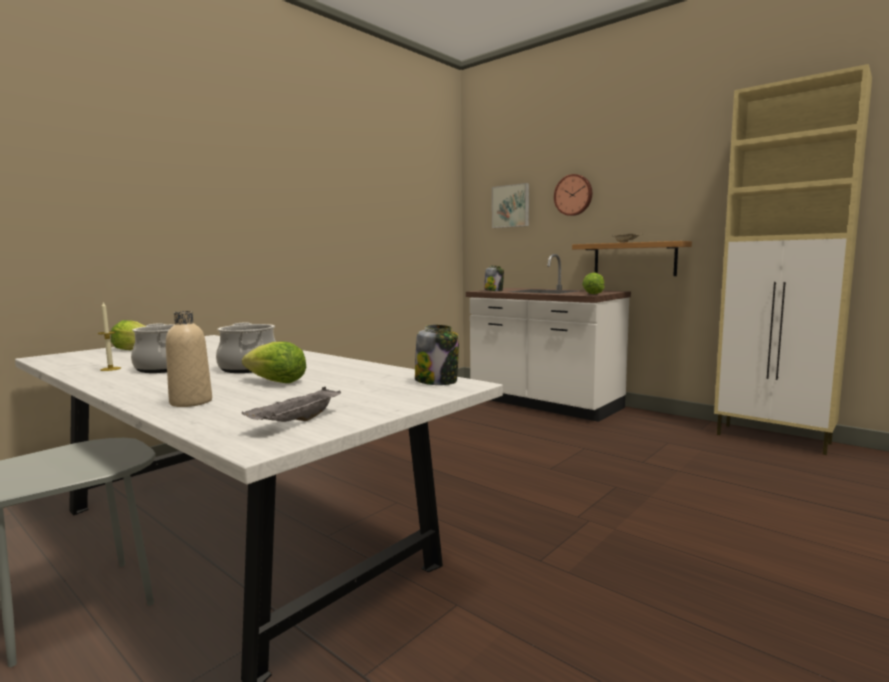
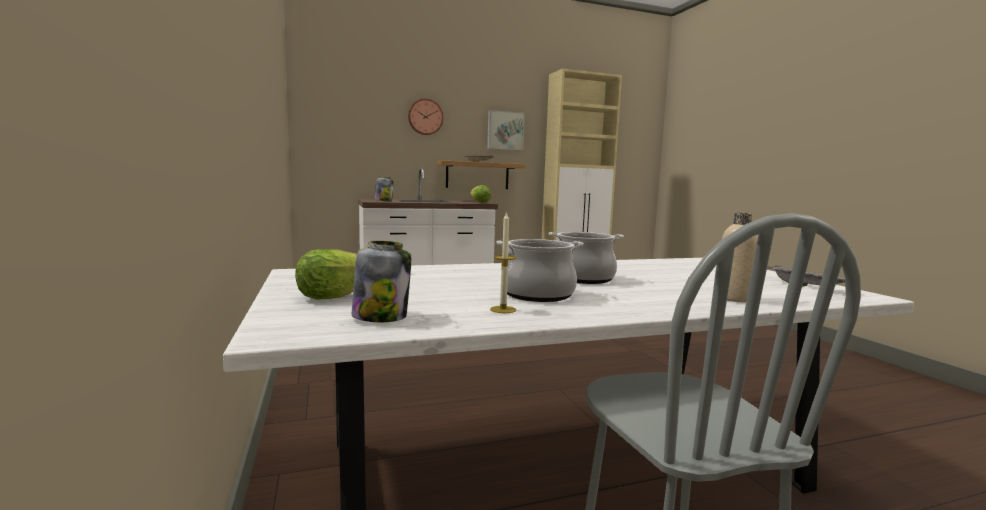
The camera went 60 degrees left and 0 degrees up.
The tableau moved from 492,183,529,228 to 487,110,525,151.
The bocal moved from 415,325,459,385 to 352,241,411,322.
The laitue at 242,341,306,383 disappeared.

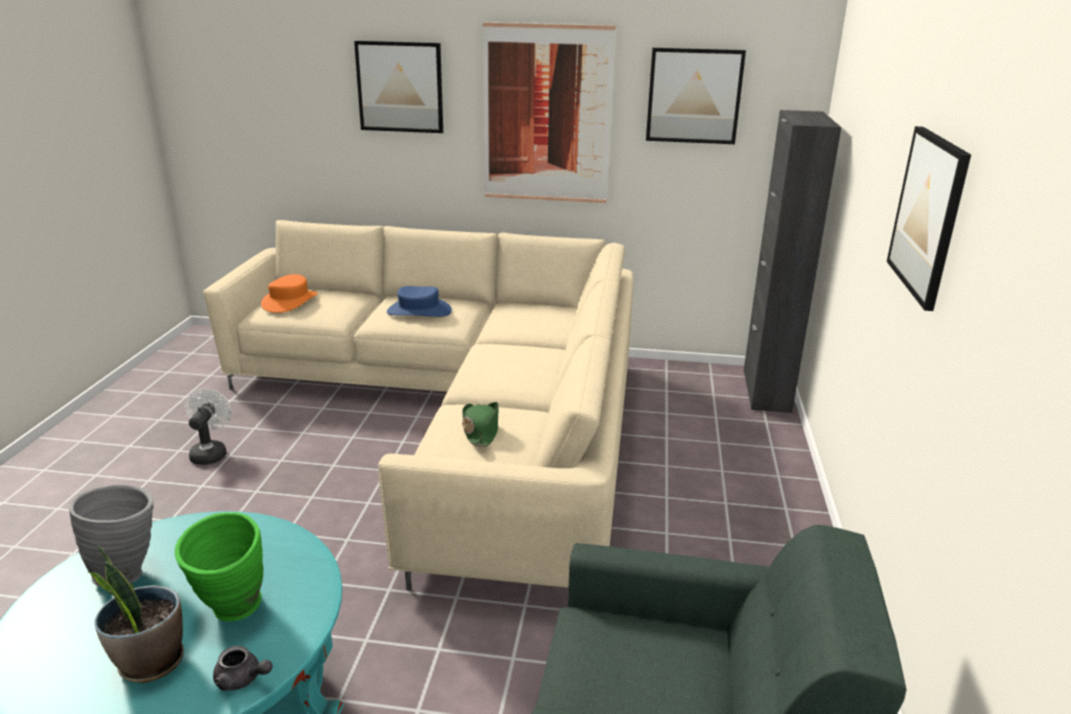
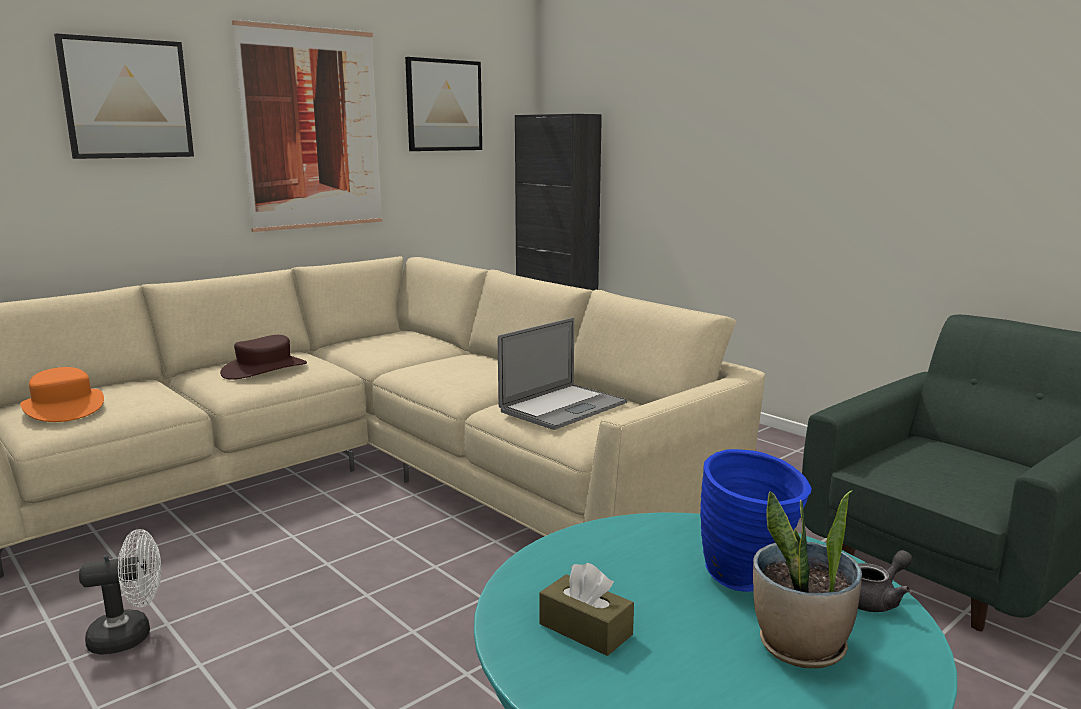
The camera went 50 degrees left and 10 degrees down.
The tableau at 887,126,971,311 disappeared.
The chapeau (bleu) at 387,286,452,317 became the chapeau (marron) at 220,335,307,380.
The ventilateur (blanc) at 185,388,232,465 turned 120 degrees clockwise.
The chapeau (vert) at 462,402,499,447 was replaced by the ordinateur portable at 498,318,627,430.
The vase (gris) at 69,485,154,587 was replaced by the boîte à mouchoirs (marron) at 539,563,634,656.
The vase (vert) at 175,512,263,621 became the vase (bleu) at 700,449,812,592.

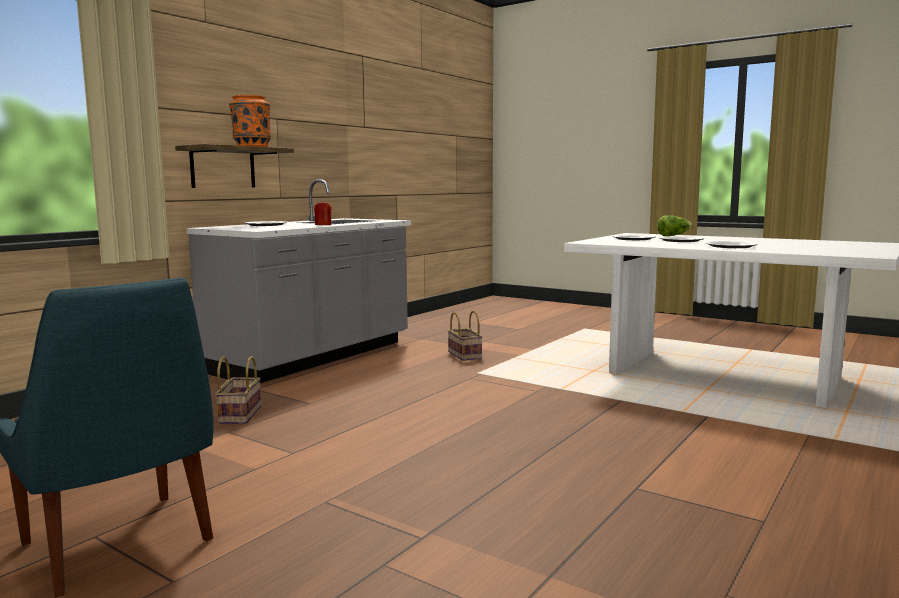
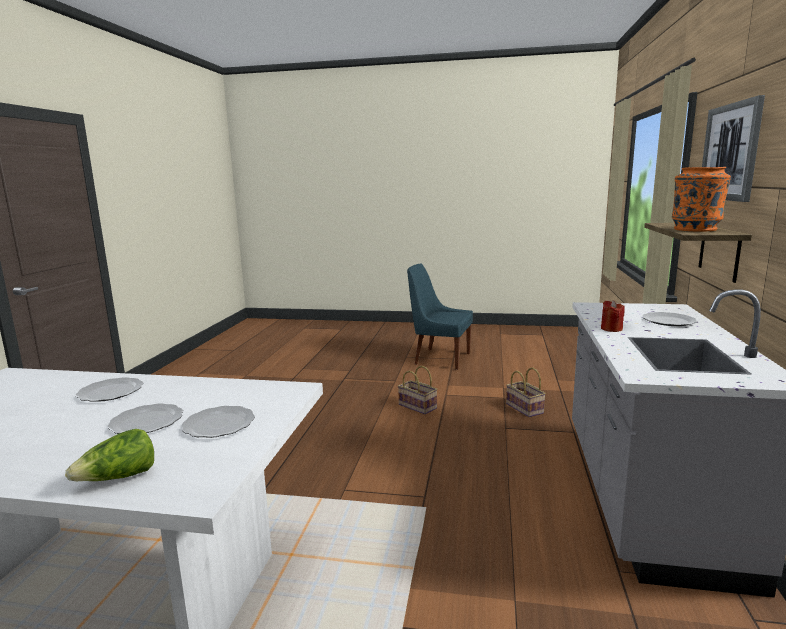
The camera went 155 degrees right and 5 degrees up.
The panier moved from 448,311,483,361 to 398,366,437,414.
The tableau at 702,95,765,202 appeared.

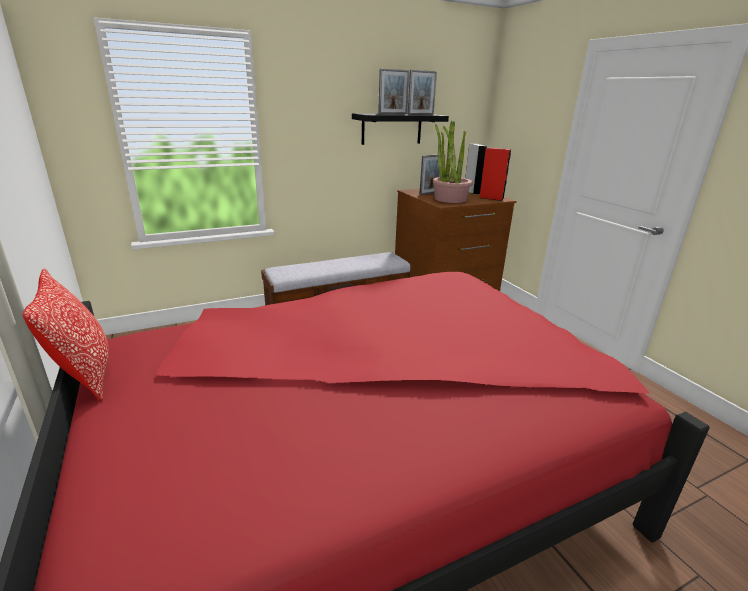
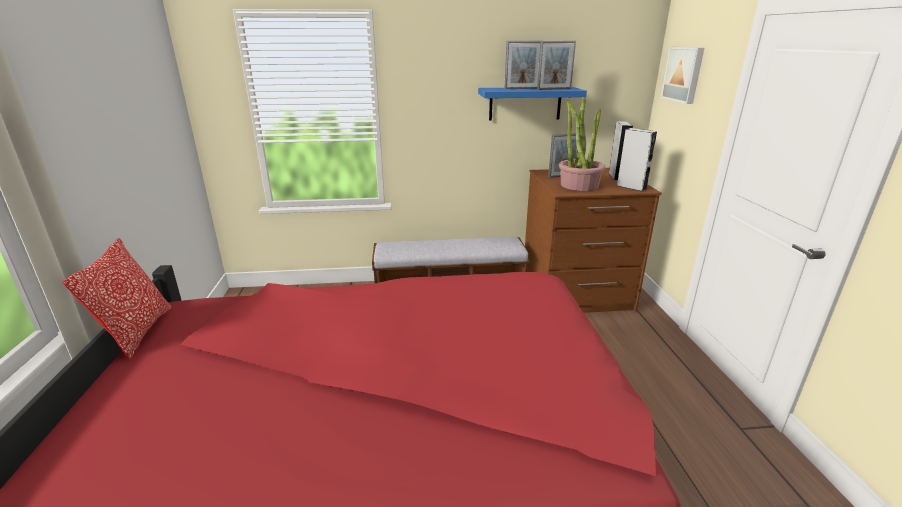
The camera went 20 degrees right and 0 degrees up.
The étagère (noir) at 352,113,449,145 became the étagère (bleu) at 478,87,587,121.
The enceinte (rouge) at 479,147,511,201 became the enceinte (gris) at 617,128,657,192.
The tableau at 661,47,704,104 appeared.

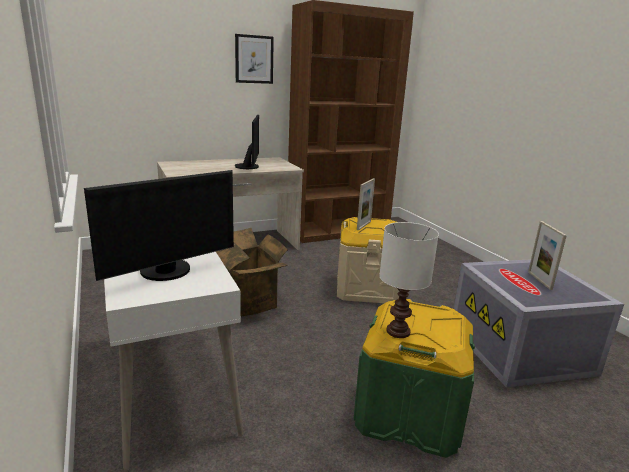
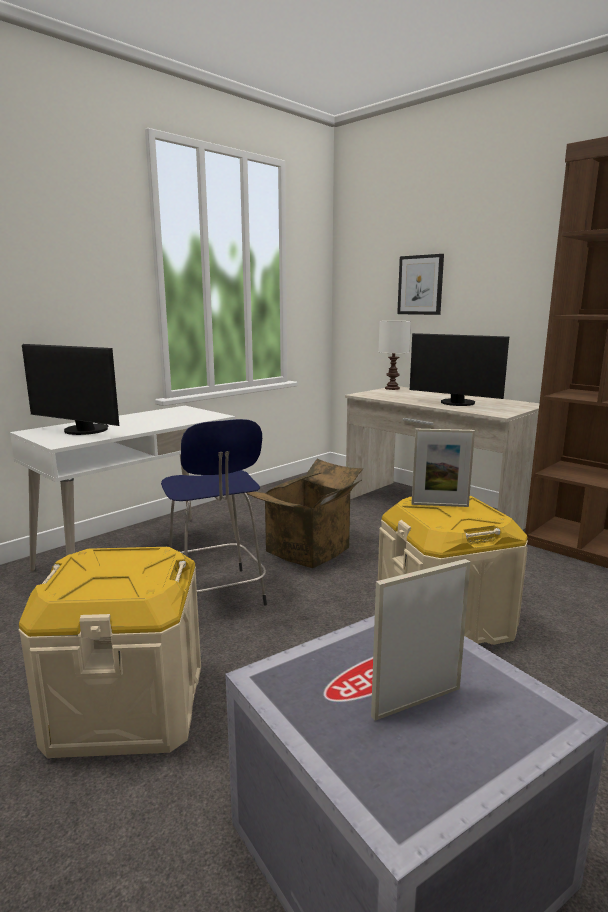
The camera went 70 degrees right and 5 degrees down.
The tableau moved from 235,34,274,84 to 397,254,444,315.
The écran d'ordinateur at 235,114,259,169 turned 60 degrees clockwise.
The lampe de table (blanc) moved from 379,222,439,338 to 379,321,411,390.
The boîte de rangement (vert) at 353,299,475,458 became the boîte de rangement (beige) at 19,547,201,758.
The tabouret (bleu) at 161,419,267,606 appeared.

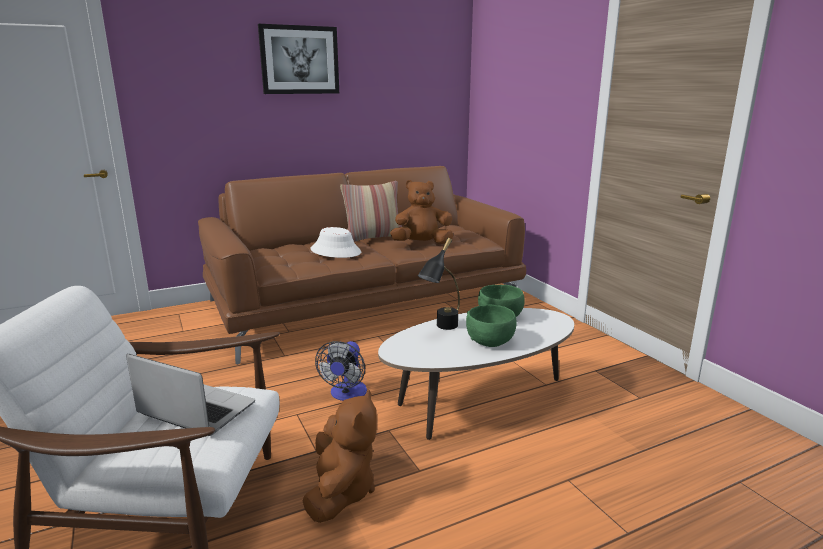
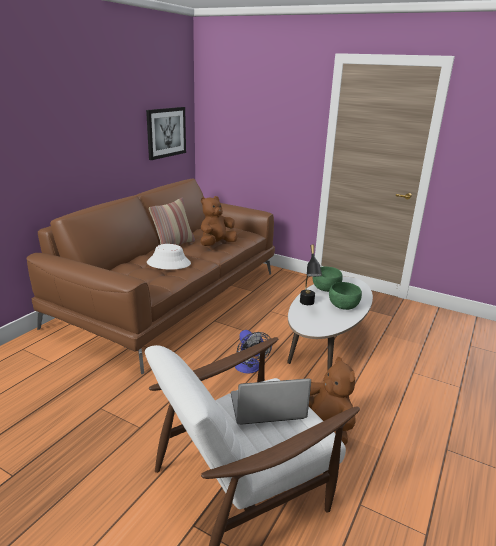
The camera went 35 degrees left and 5 degrees up.
The tableau moved from 258,24,339,94 to 146,107,186,160.

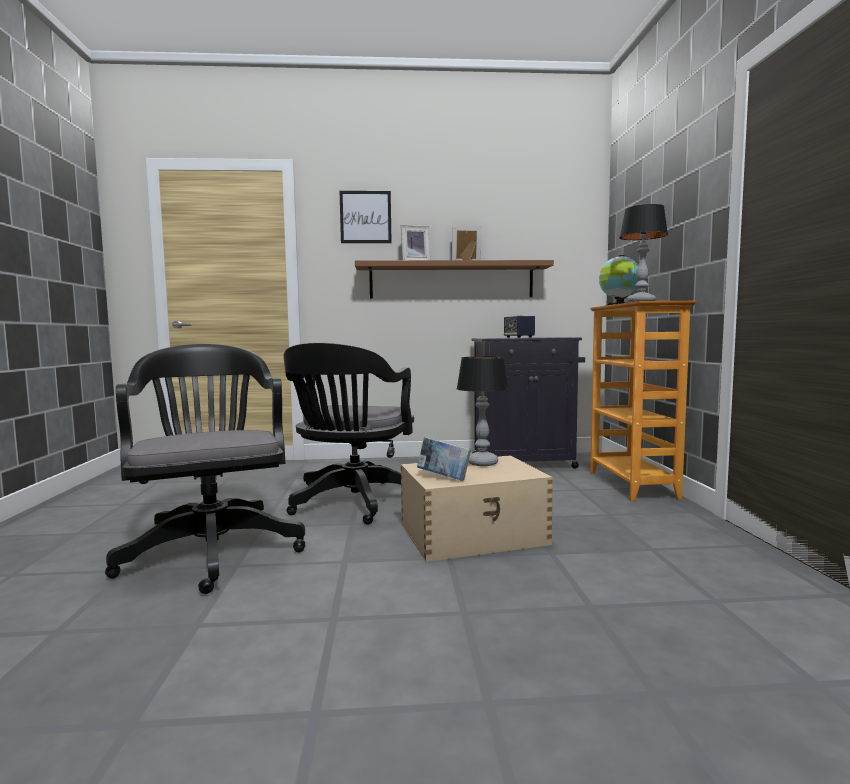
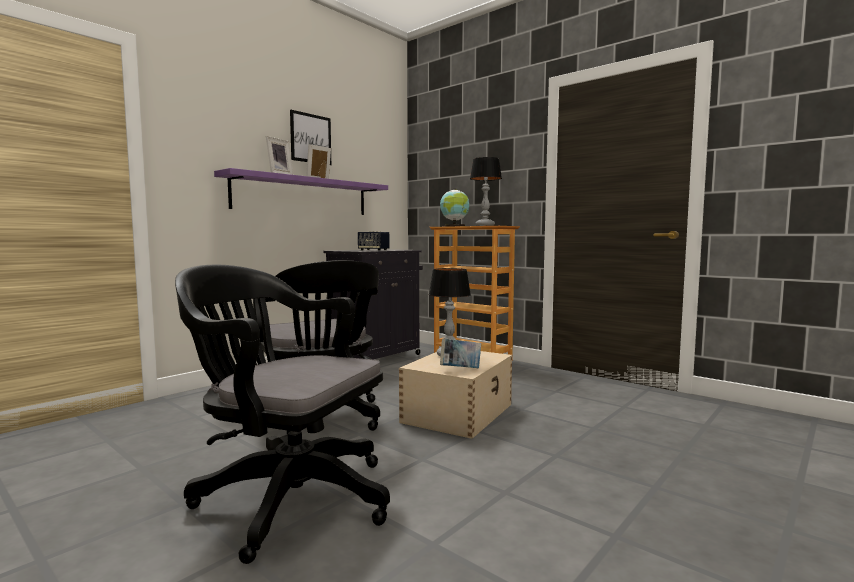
The camera went 45 degrees left and 0 degrees up.
The tableau moved from 340,191,392,243 to 290,110,331,165.
The étagère (marron) at 355,260,554,299 became the étagère (violet) at 214,168,388,215.

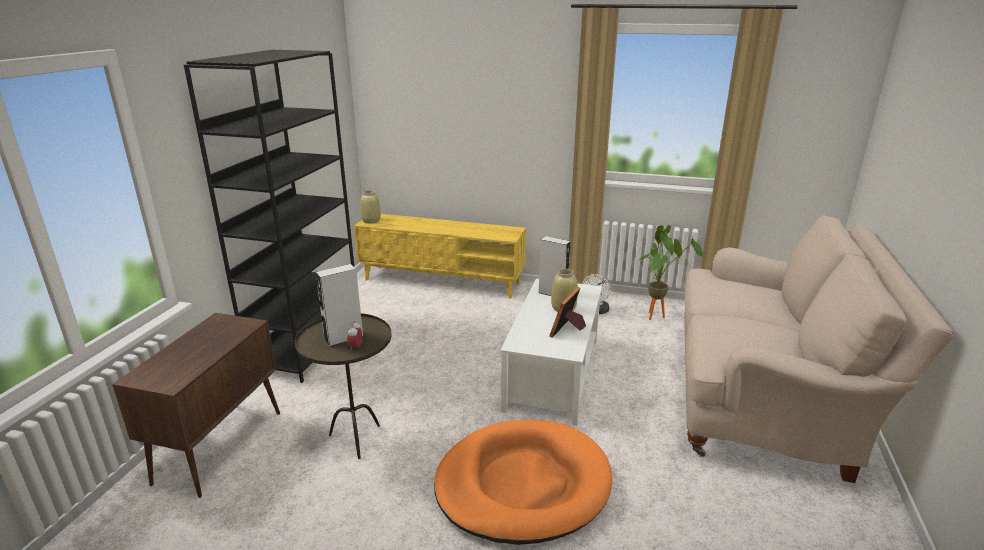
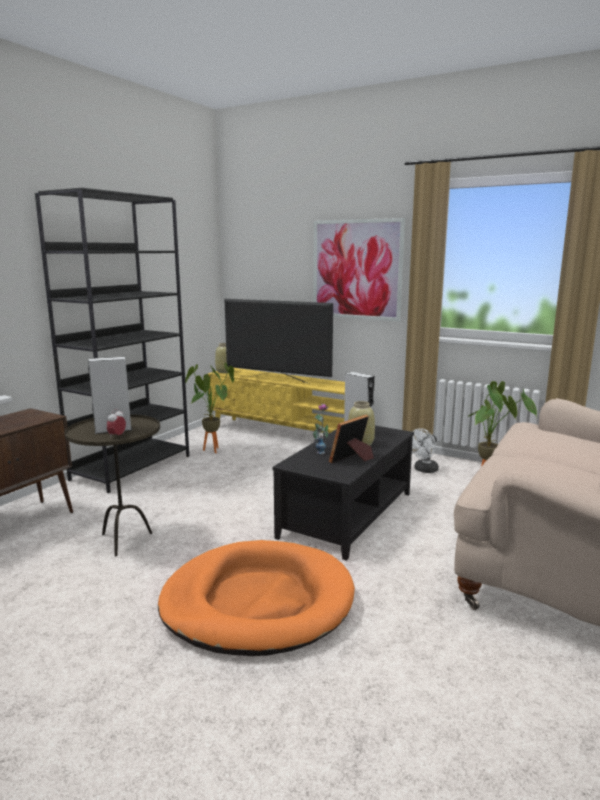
The camera went 15 degrees right and 10 degrees down.
The table basse (blanc) at 501,279,602,425 became the table basse (noir) at 272,426,414,561.
The tableau at 313,218,405,321 appeared.
The téléviseur at 224,299,333,384 appeared.
The plante en pot at 185,363,235,453 appeared.
The vase at 313,404,329,454 appeared.

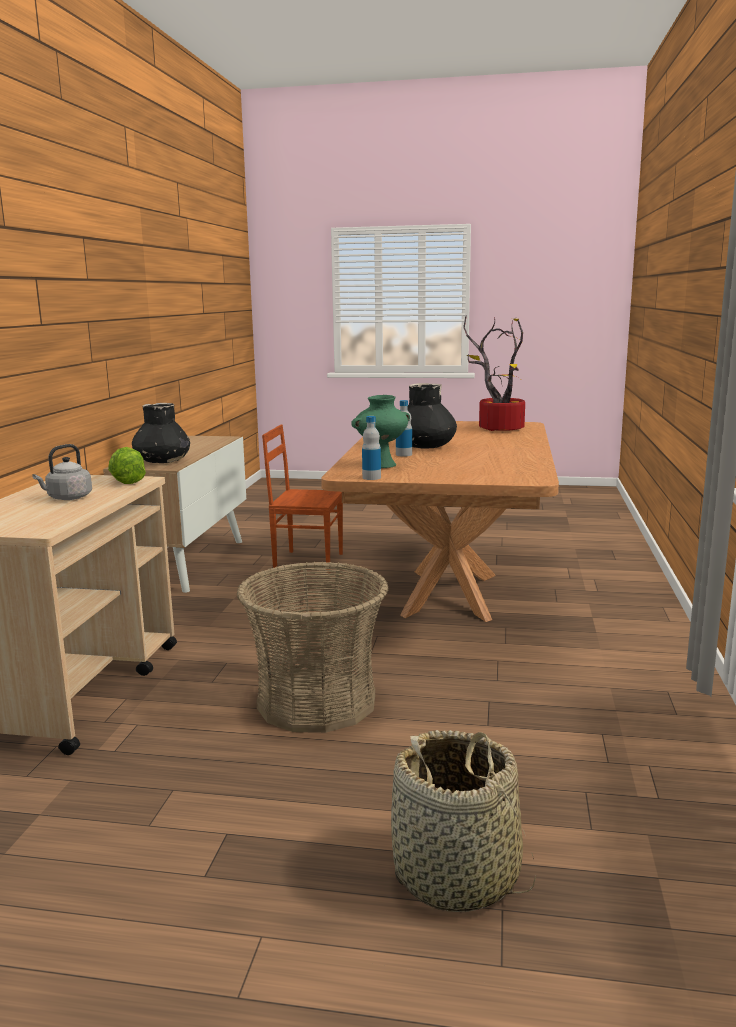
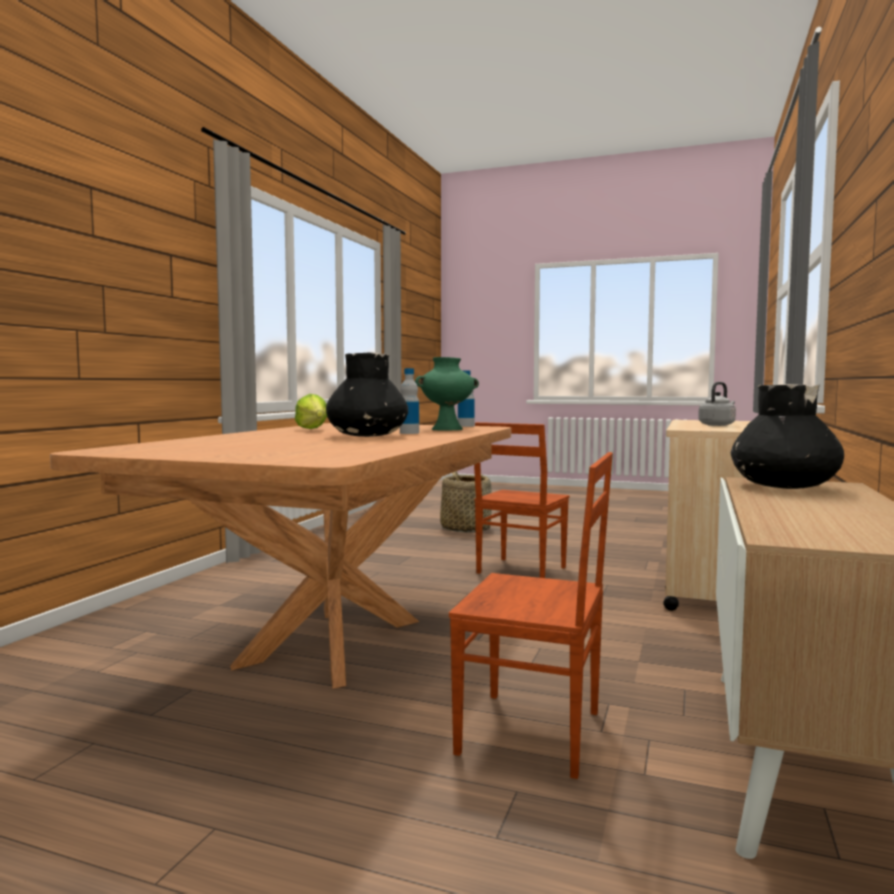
The camera went 170 degrees left and 10 degrees down.
The plante en pot at 463,316,525,431 disappeared.
The laitue moved from 108,447,146,484 to 295,394,327,429.
The panier at 237,562,388,733 was replaced by the chaise (marron) at 474,422,570,578.

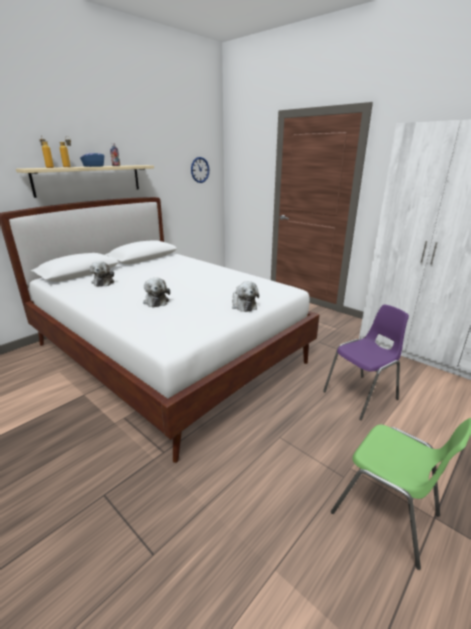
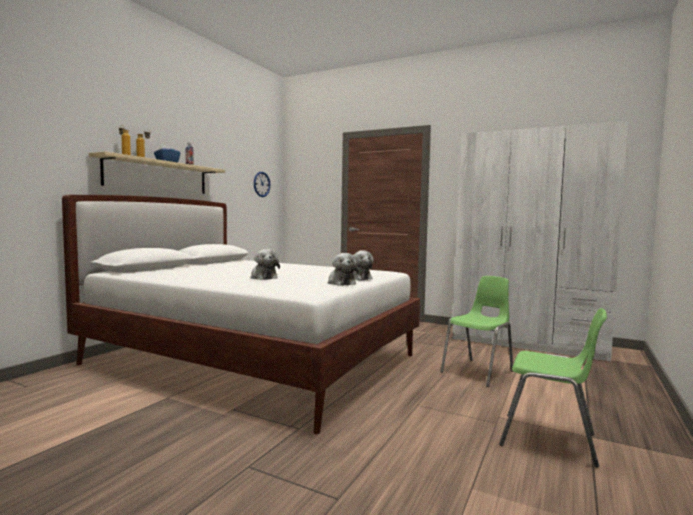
The camera went 15 degrees left and 20 degrees down.
The peluche moved from 90,261,114,287 to 328,253,359,286.
The chaise (violet) at 323,305,409,420 became the chaise (vert) at 440,276,513,387.

